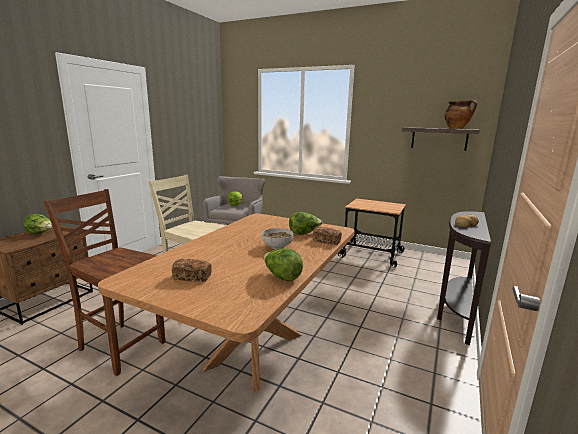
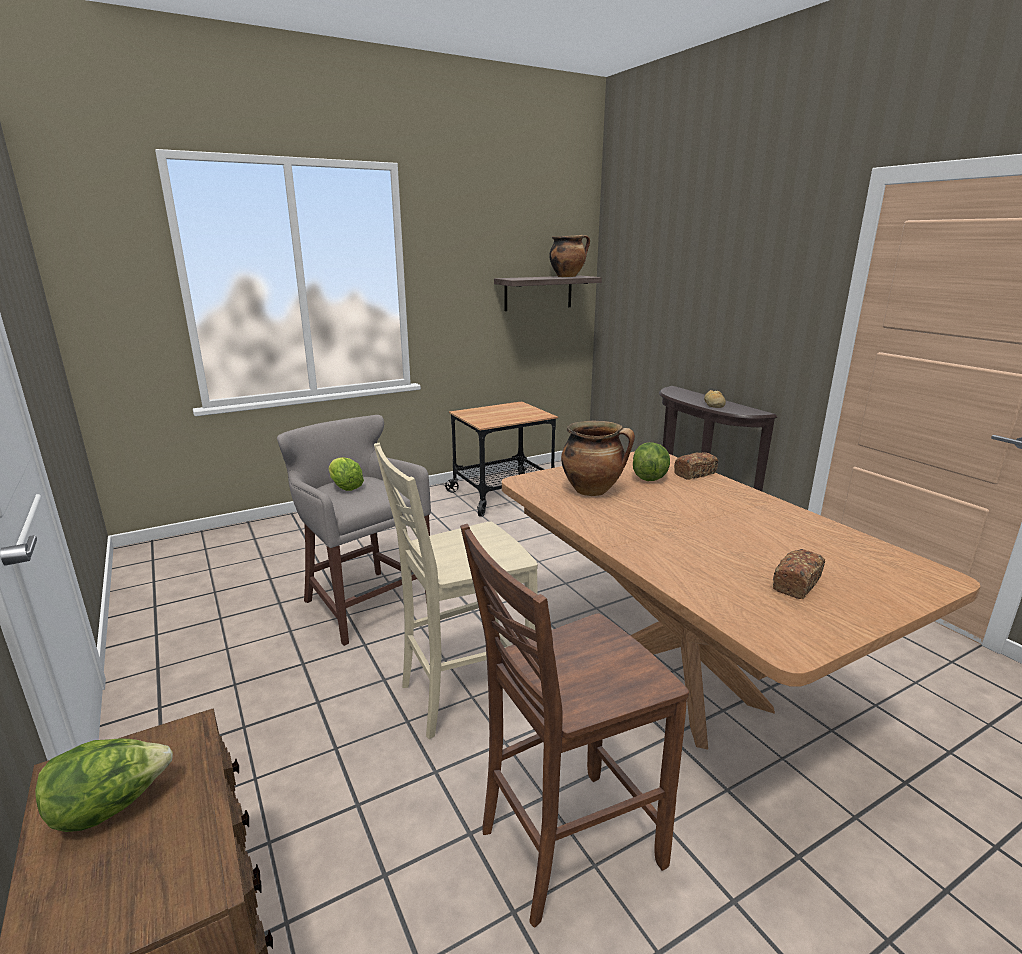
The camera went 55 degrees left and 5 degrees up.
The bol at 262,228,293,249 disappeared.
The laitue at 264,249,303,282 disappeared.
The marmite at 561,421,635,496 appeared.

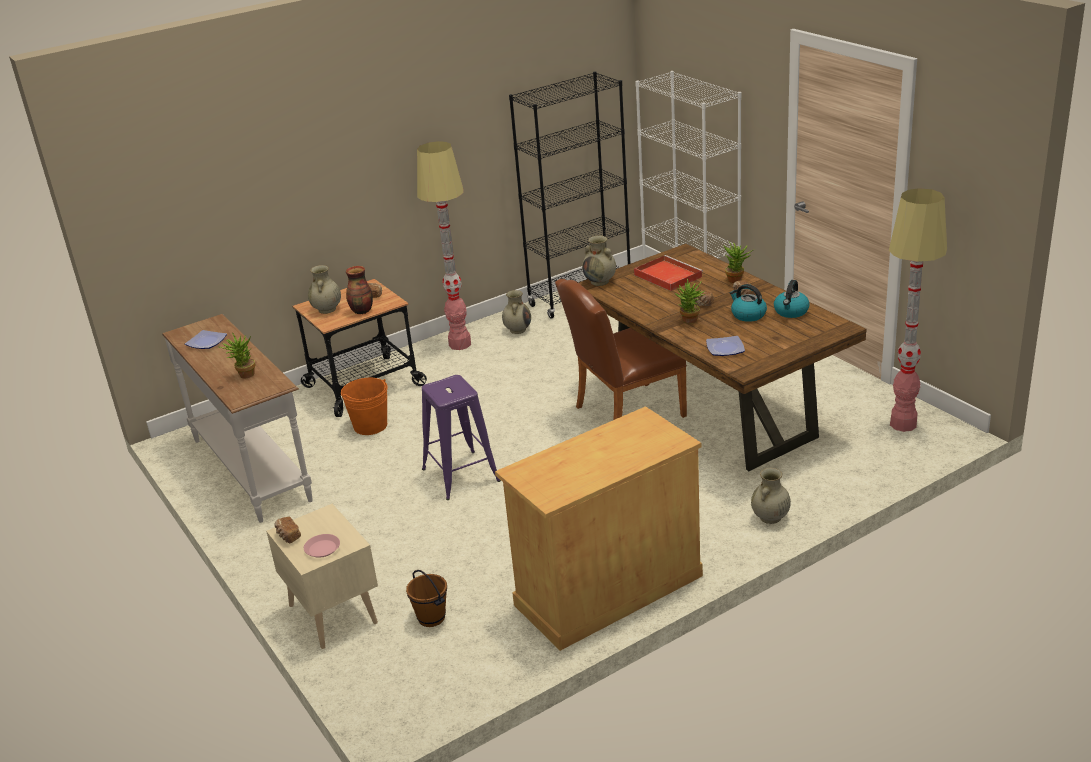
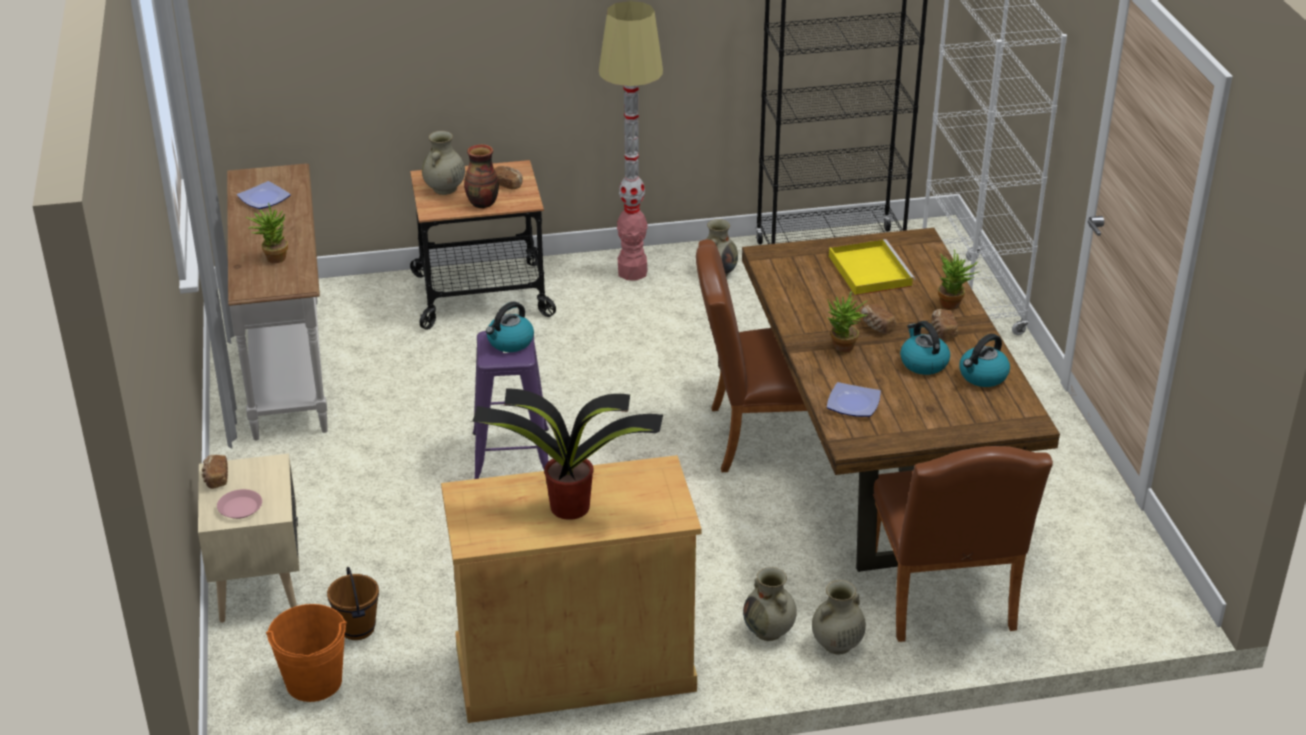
The camera went 20 degrees right and 5 degrees up.
The lampadaire at 889,188,947,432 disappeared.
The vase (beige) moved from 582,236,616,286 to 743,567,797,641.
The plateau (rouge) at 634,255,703,291 became the plateau (jaune) at 829,239,915,295.
The seau (orange) moved from 341,378,387,435 to 266,604,347,702.
The bouilloire at 486,302,534,352 appeared.
The plante en pot at 472,388,663,520 appeared.
The chaise (marron) at 873,446,1053,642 appeared.

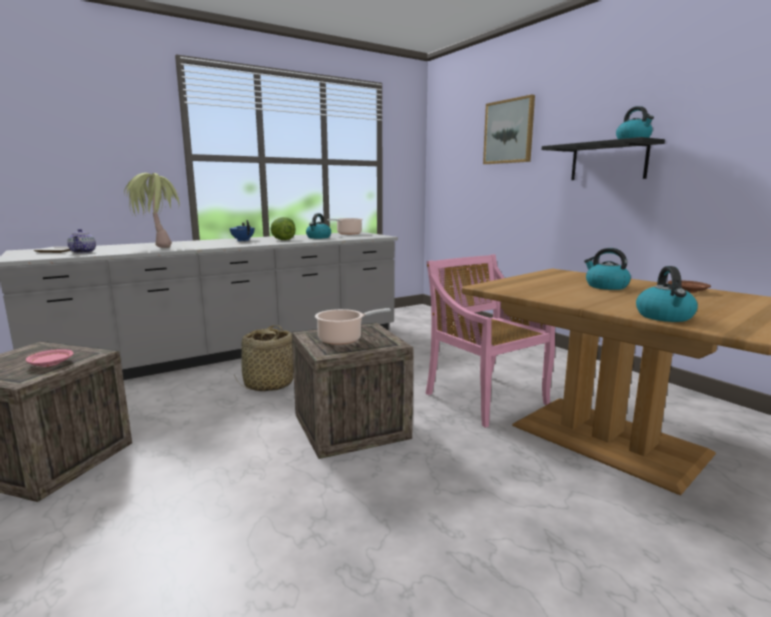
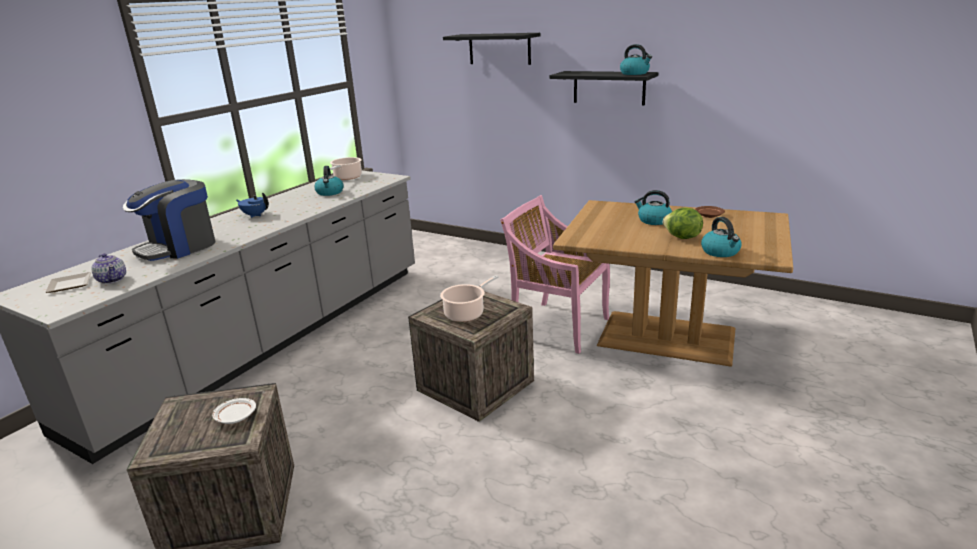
The camera went 25 degrees left and 10 degrees up.
The tableau at 483,94,535,164 was replaced by the étagère (noir) at 443,33,540,65.
The plante en pot at 124,173,179,248 was replaced by the machine à café at 123,179,216,261.
The laitue moved from 271,217,296,240 to 663,207,703,239.
The panier at 234,325,294,391 disappeared.
The assiette (rose) at 26,349,73,367 became the assiette (blanc) at 212,398,256,424.

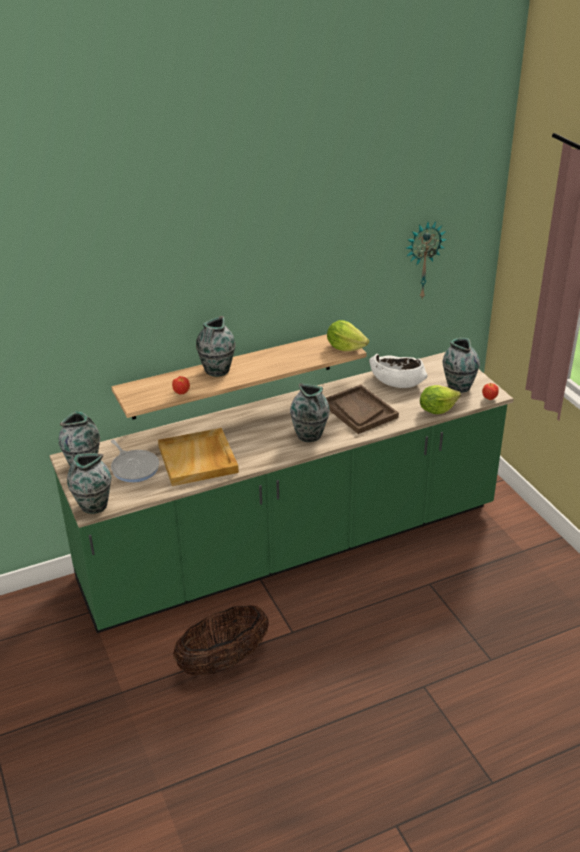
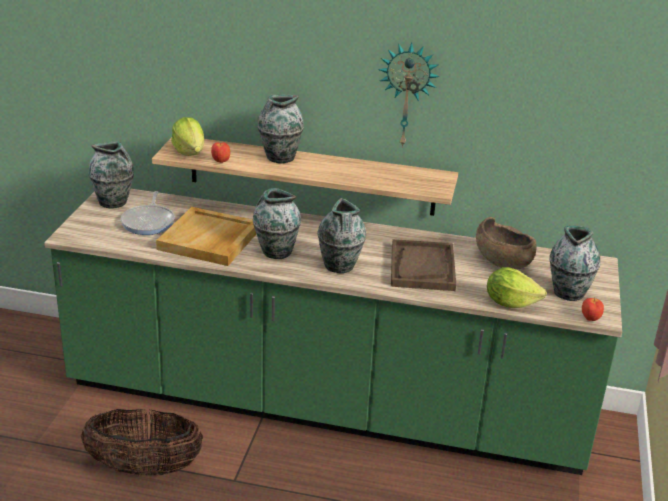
The camera went 35 degrees right and 5 degrees down.
The horloge murale moved from 405,221,447,299 to 378,43,440,148.
The laitue moved from 327,320,369,351 to 171,117,204,156.
The bol (blanc) at 369,354,428,388 became the bol (marron) at 476,217,537,270.
The vase moved from 67,453,111,514 to 253,188,301,259.

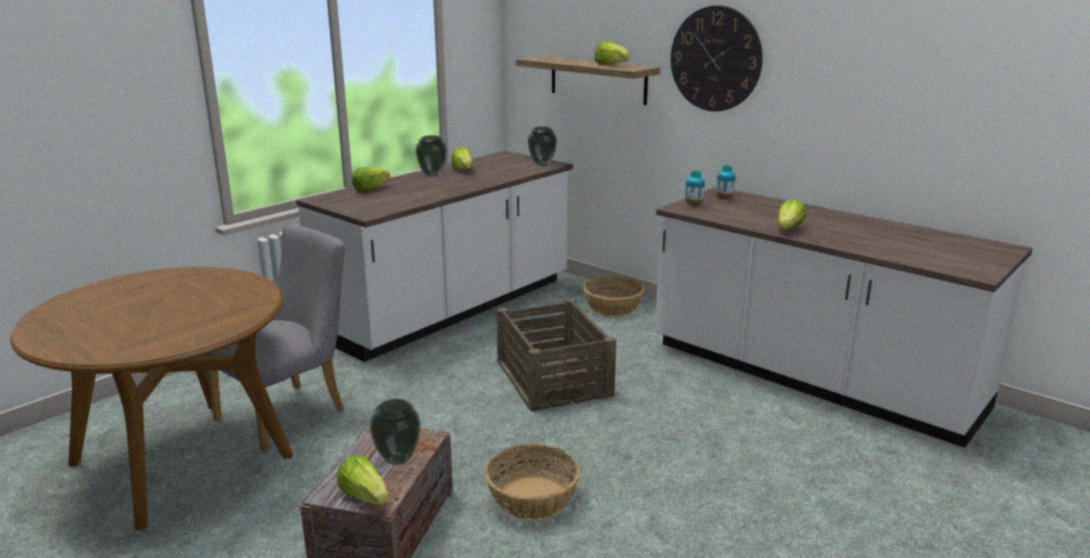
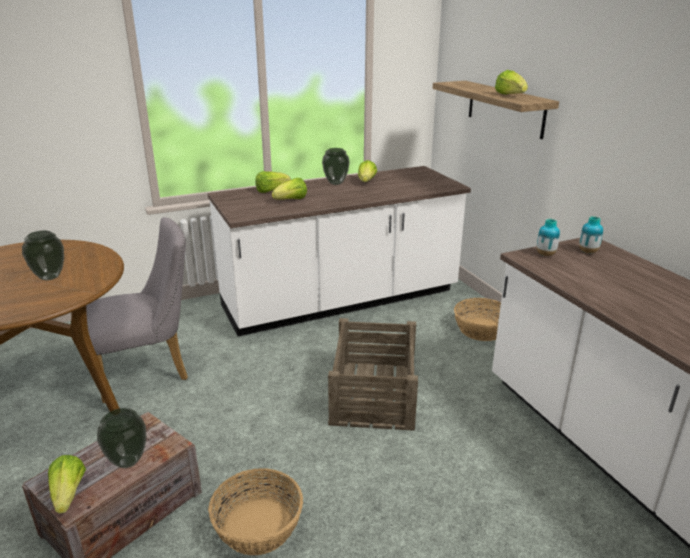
The camera went 25 degrees right and 5 degrees up.
The horloge murale at 671,5,763,111 disappeared.
The vase moved from 528,127,557,166 to 22,230,64,280.
The laitue moved from 777,199,806,229 to 272,178,307,200.

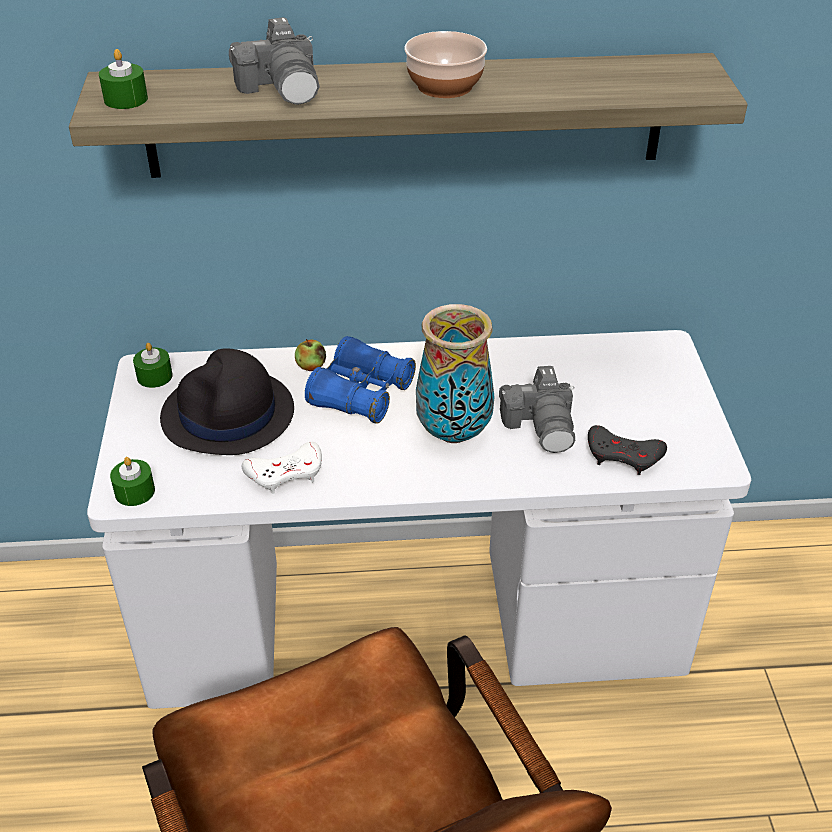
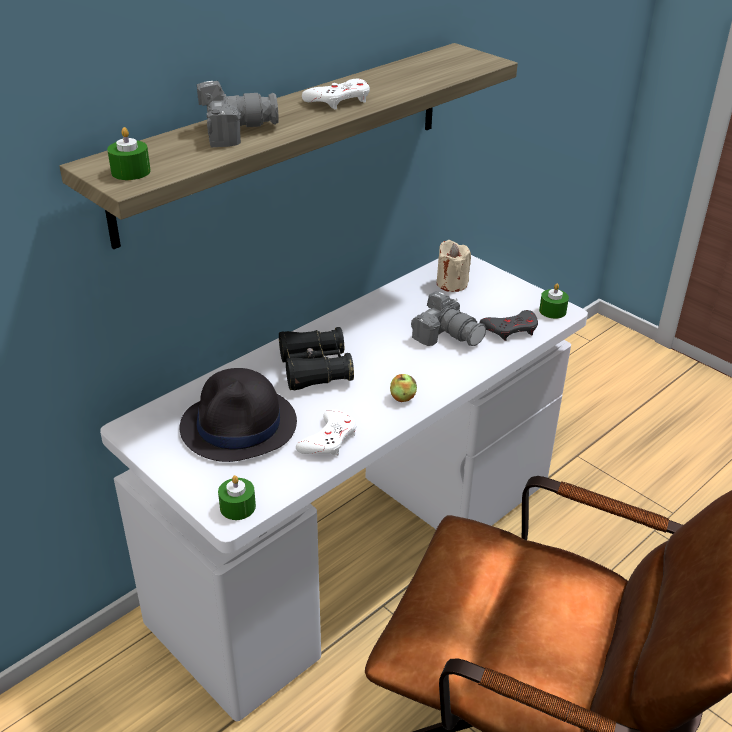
The camera went 40 degrees left and 5 degrees down.
The appareil photo at 229,17,320,105 turned 45 degrees counterclockwise.
The bol at 404,31,487,98 was replaced by the manette (blanc) at 302,79,370,109.
The vase at 416,304,494,443 disappeared.
The jumelles (bleu) at 305,336,416,423 became the jumelles (noir) at 279,327,354,390.
The pomme moved from 295,339,326,371 to 390,374,417,402.
The bougie (vert) moved from 133,343,173,388 to 539,283,569,319.
The bougie (beige) at 436,240,471,292 appeared.

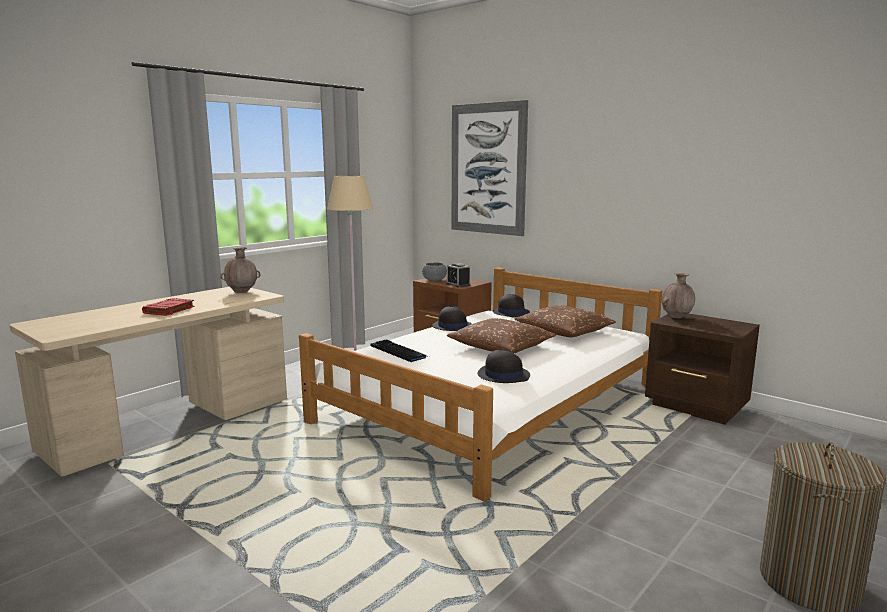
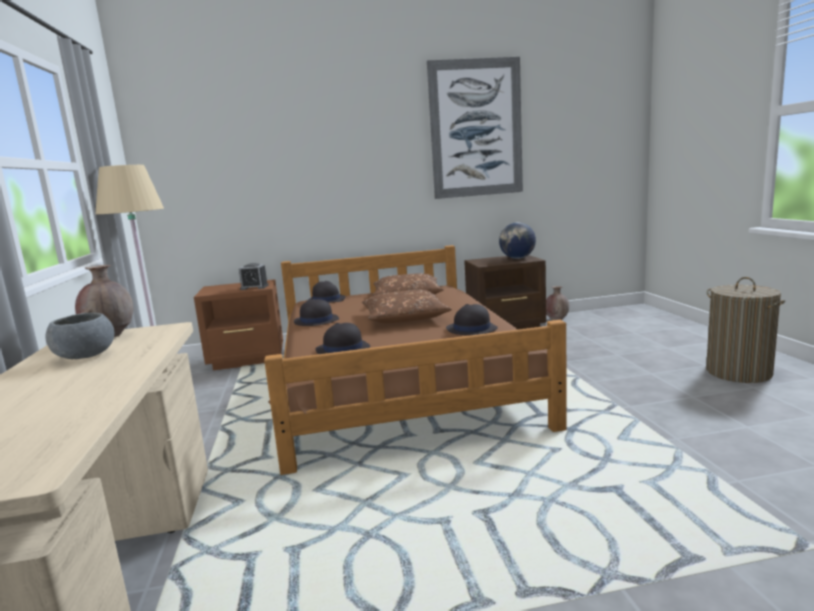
The camera went 50 degrees left and 0 degrees up.
The tableau moved from 452,100,528,236 to 427,57,523,199.
The bol (gris) moved from 422,262,447,281 to 45,312,115,359.
The lit (blanc) at 299,267,662,501 became the lit (marron) at 264,245,567,475.
The vase (marron) moved from 662,273,695,318 to 546,286,569,320.
The livre (rouge) at 142,298,195,316 disappeared.
The clavier at 370,339,429,363 was replaced by the chapeau (noir) at 315,323,370,354.
The globe at 499,222,536,259 appeared.

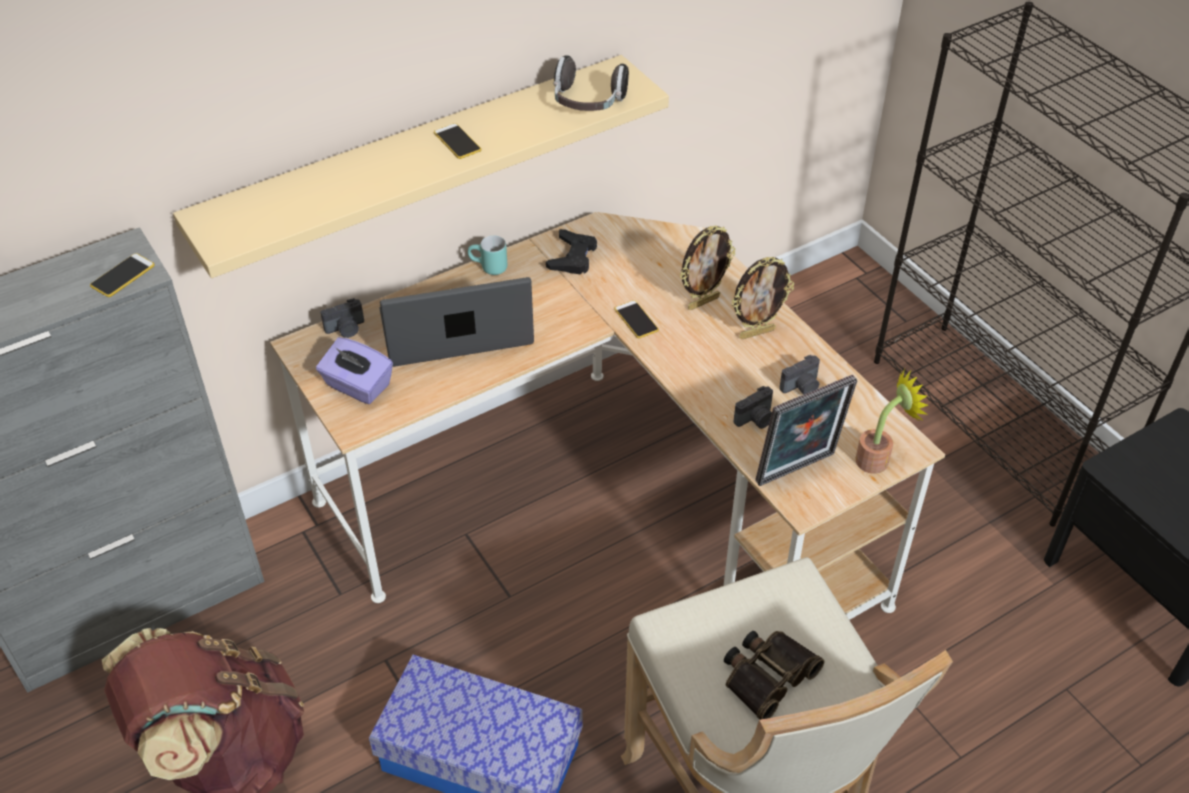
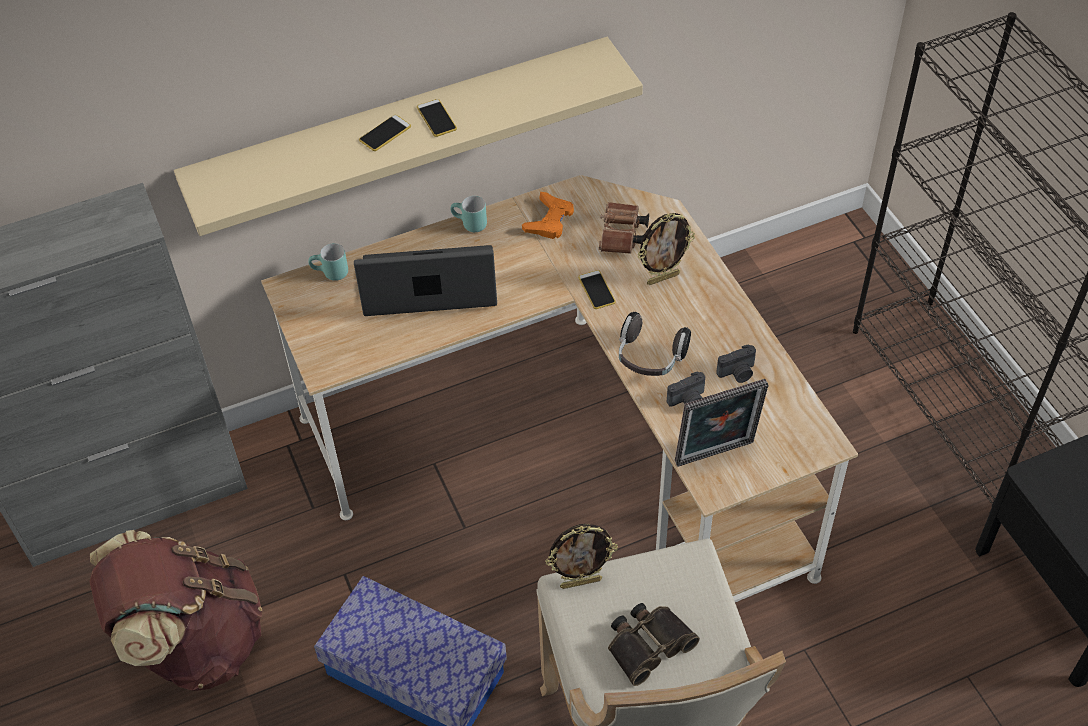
The camera went 10 degrees right and 5 degrees up.
The casque audio moved from 554,55,629,111 to 619,312,691,376.
The manette (noir) at 546,229,597,274 became the manette (orange) at 522,192,574,239.
The téléphone moved from 90,253,155,297 to 359,115,411,151.
The cadre photo moved from 731,257,794,339 to 545,524,618,589.
The appareil photo at 321,298,364,338 was replaced by the mug (turquoise) at 308,243,348,281.
The boîte à mouchoirs (violet) at 316,337,393,404 disappeared.
The plante en pot at 856,368,928,474 disappeared.
The jumelles (marron) at 599,202,649,254 appeared.

